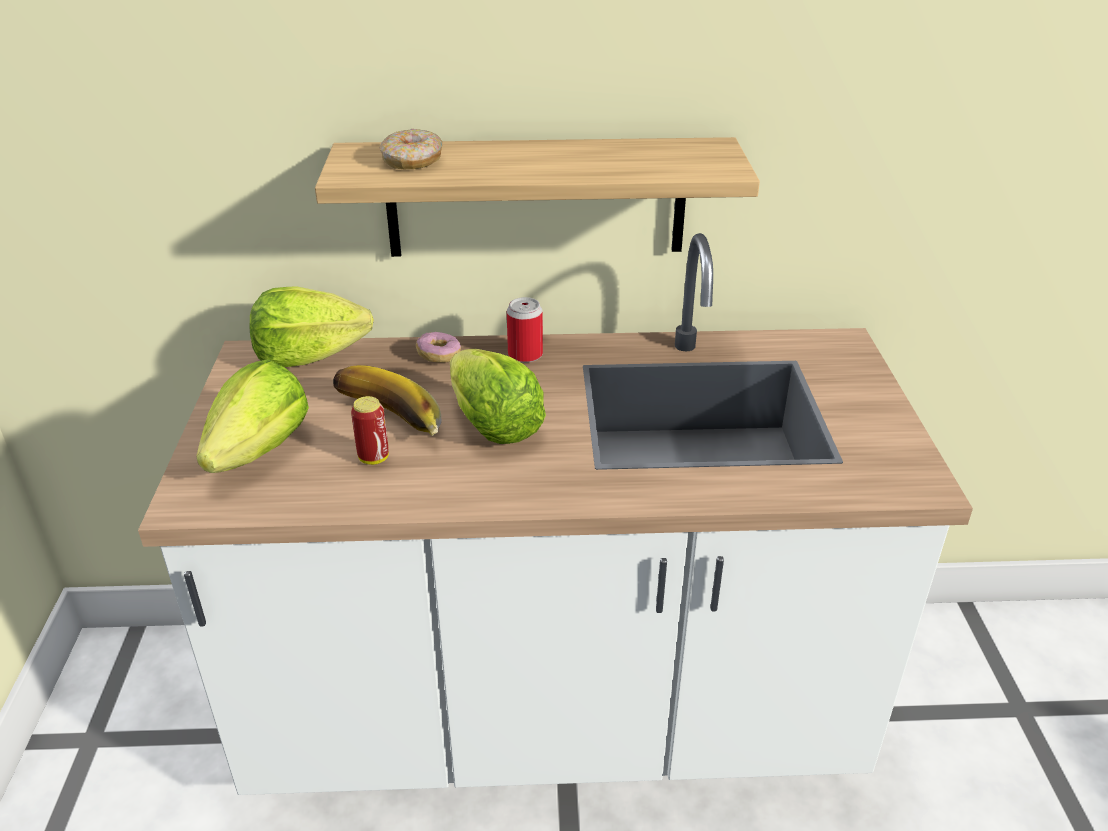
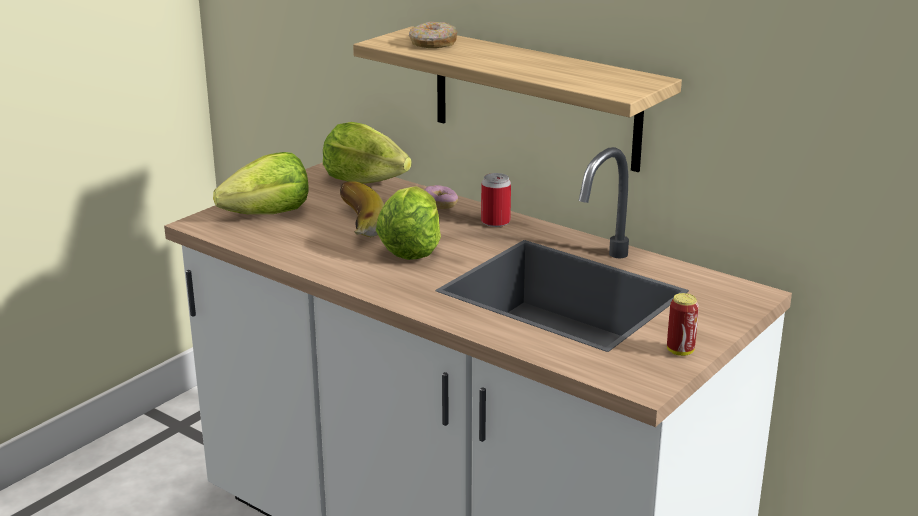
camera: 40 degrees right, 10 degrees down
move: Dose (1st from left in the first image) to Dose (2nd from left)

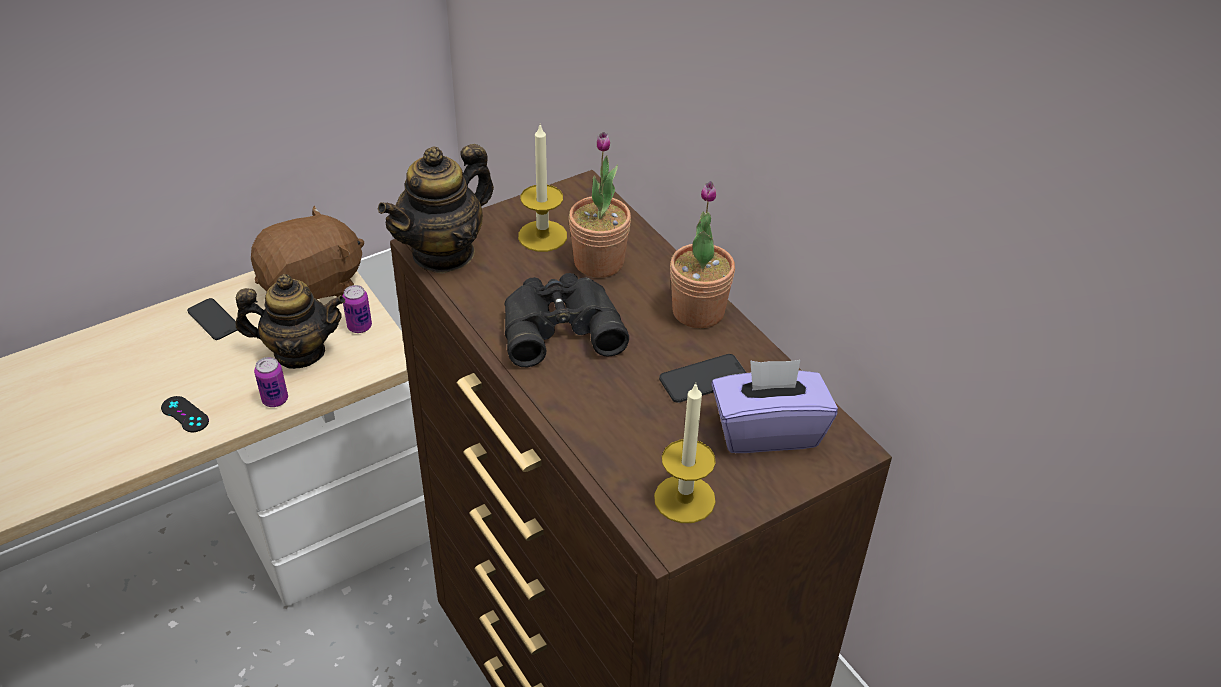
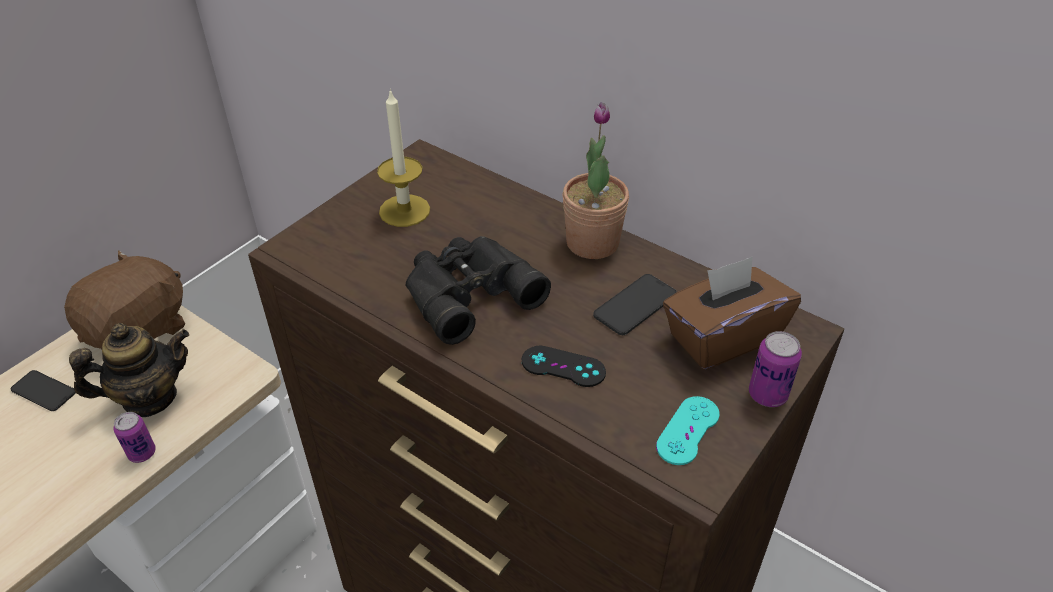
camera: 20 degrees left, 0 degrees up
delete: Topfpflanze (1st from left); Teekanne (2nd from left)
move: Dose (2nd from left); Gamepad (schwarz)
replace: Kerze (2nd from left) to Gamepad (türkis)
recolor: Taschentuchbox (lila) to Taschentuchbox (braun)

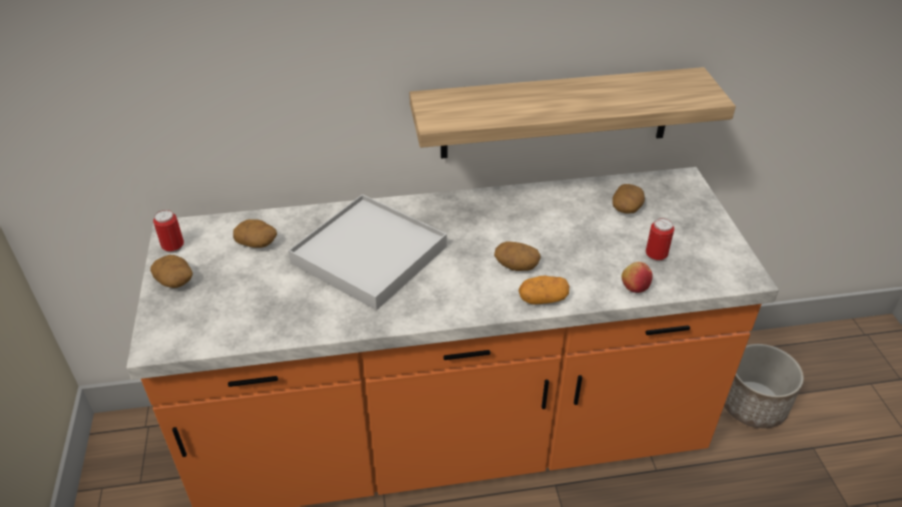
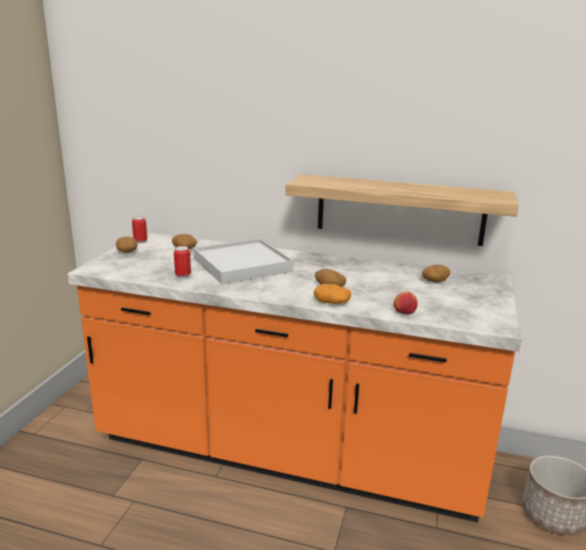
camera: 25 degrees right, 20 degrees down
move: Dose (2nd from left)

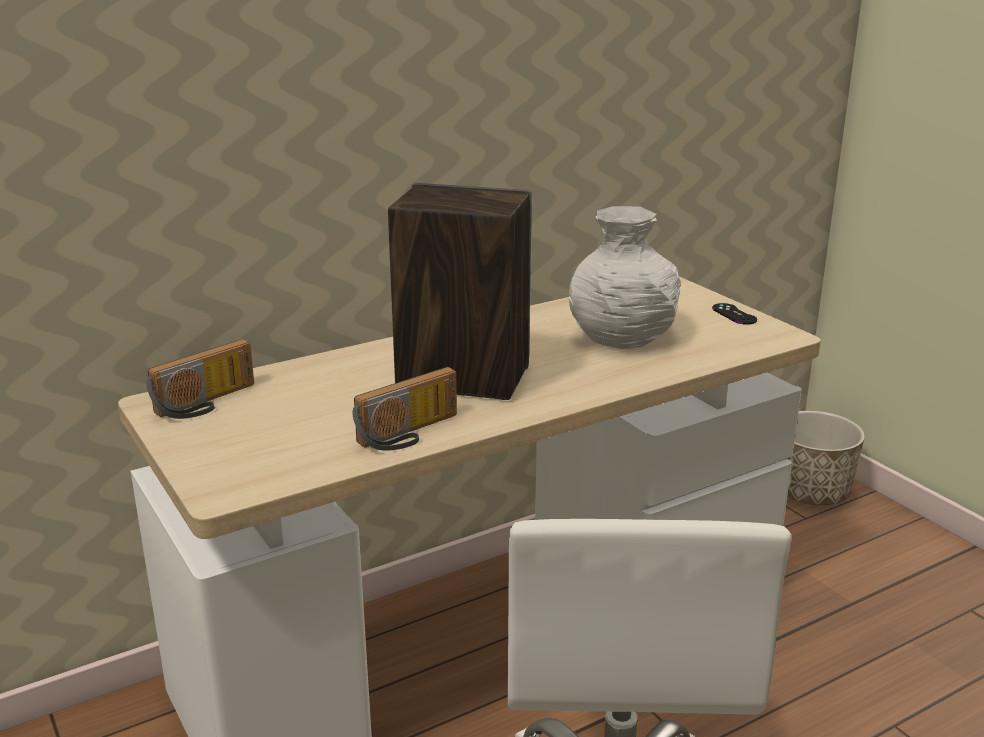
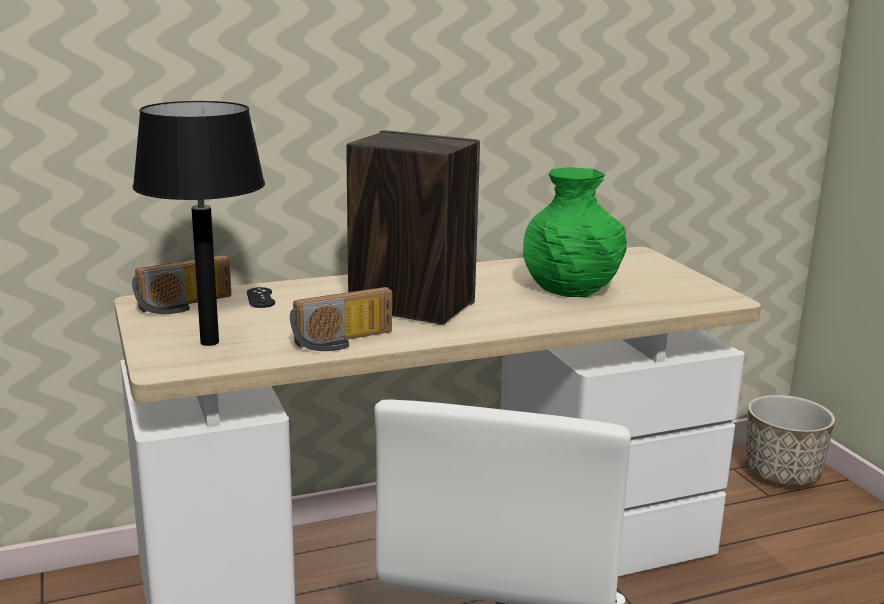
camera: 10 degrees right, 5 degrees down
insert: Tischlampe (schwarz)
move: Gamepad (schwarz)
recolor: Vase (weiß) to Vase (grün)

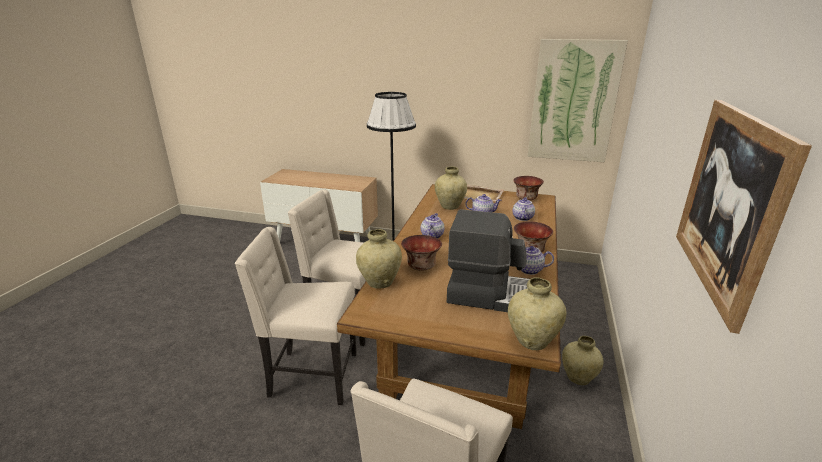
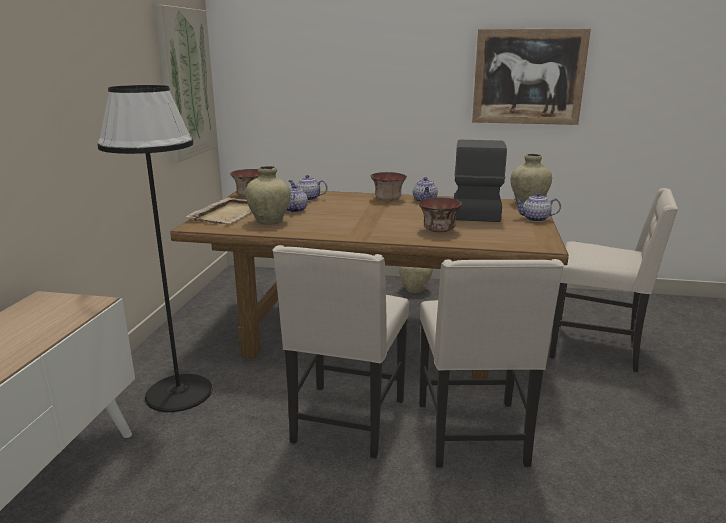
camera: 95 degrees left, 5 degrees down
delete: Vase (beige) (1st from left)
move: Teekanne (1st from left in the first image) to Teekanne (4th from left)

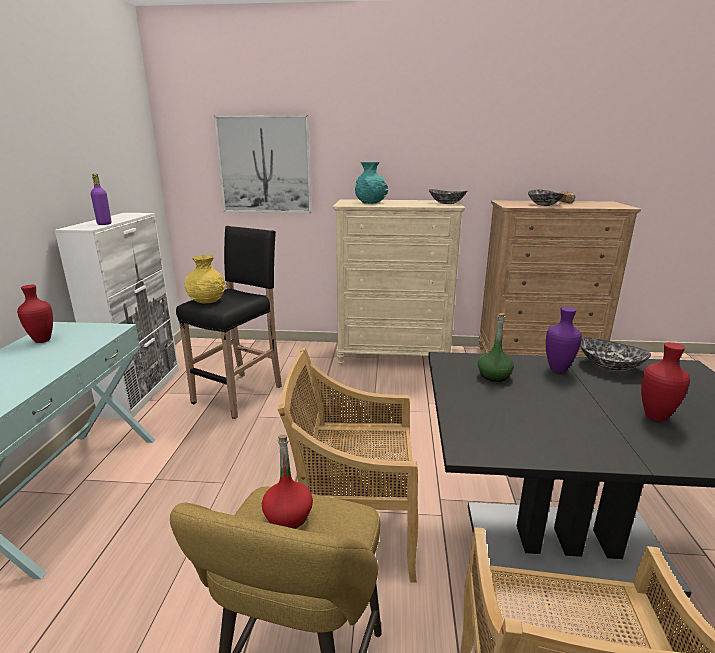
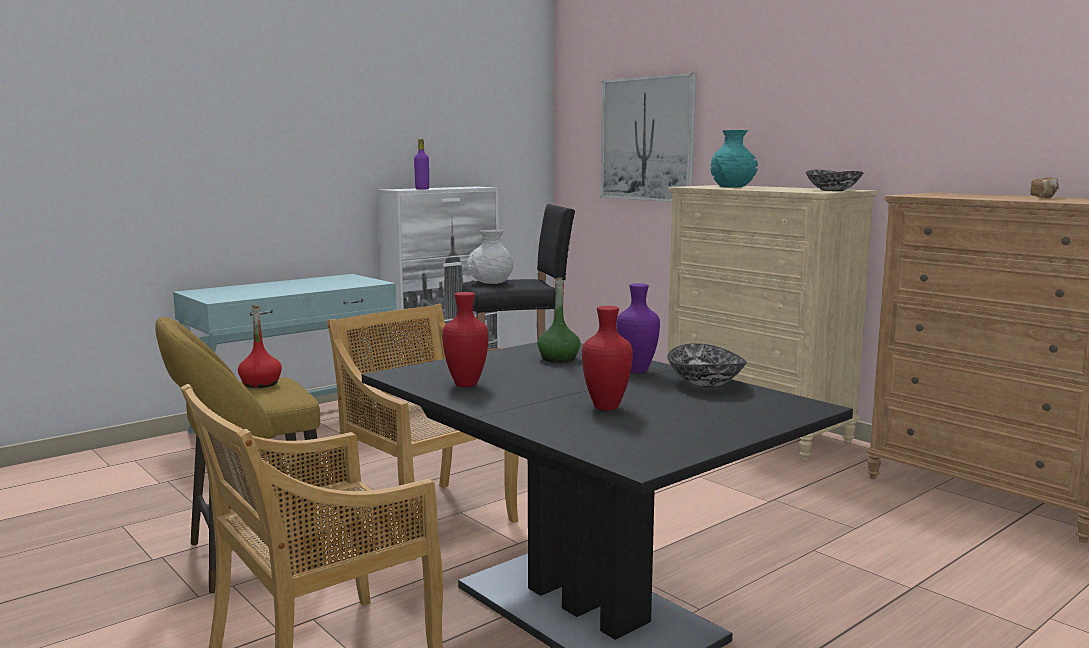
camera: 45 degrees right, 10 degrees down
delete: Schüssel (2nd from left)
move: Vase (rot) (1st from left)
recolor: Vase (gelb) to Vase (weiß)

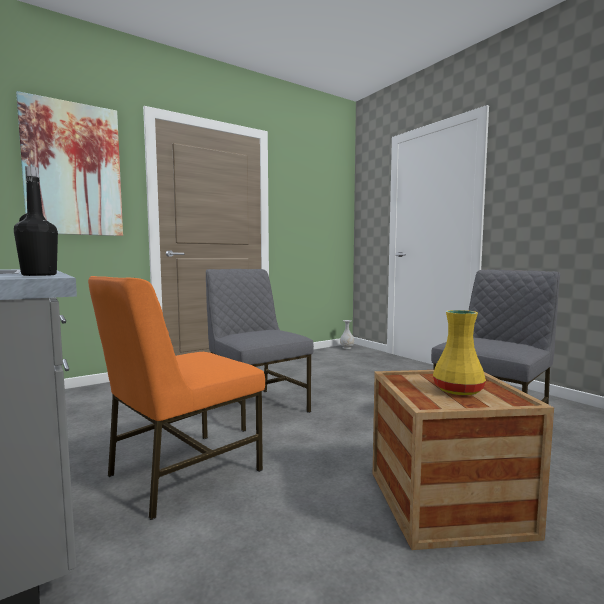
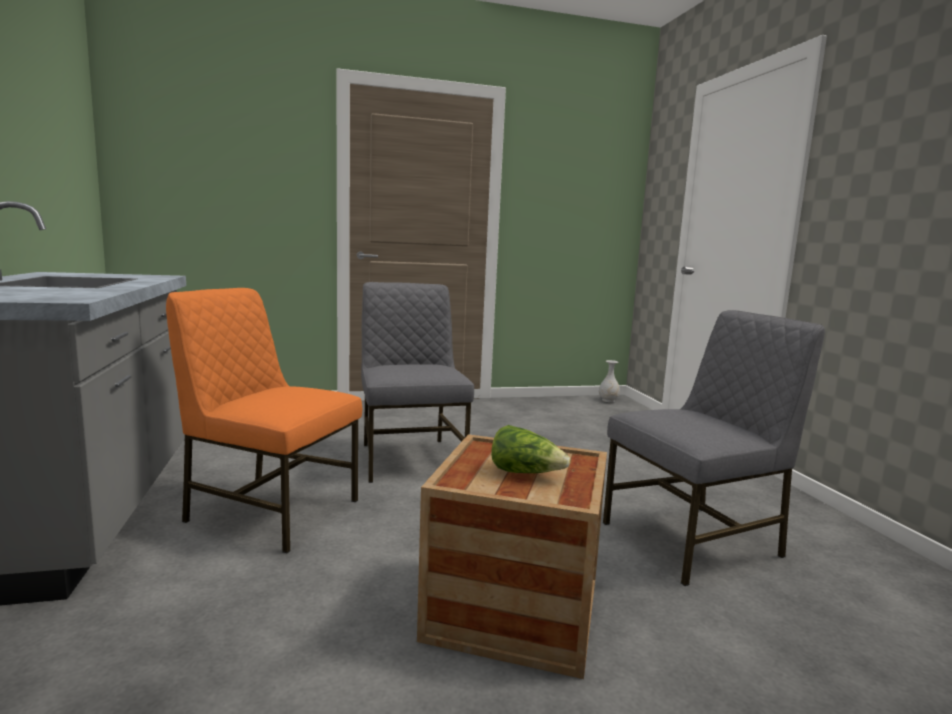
camera: 20 degrees right, 5 degrees up
delete: Bild; Flasche (schwarz)
replace: Vase (gelb) to Salatkopf
rotate: Stuhl (orange) 45 degrees clockwise

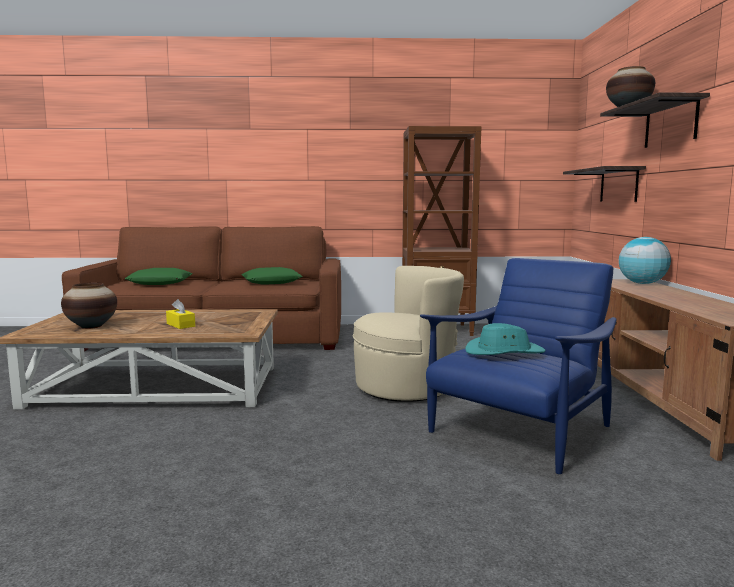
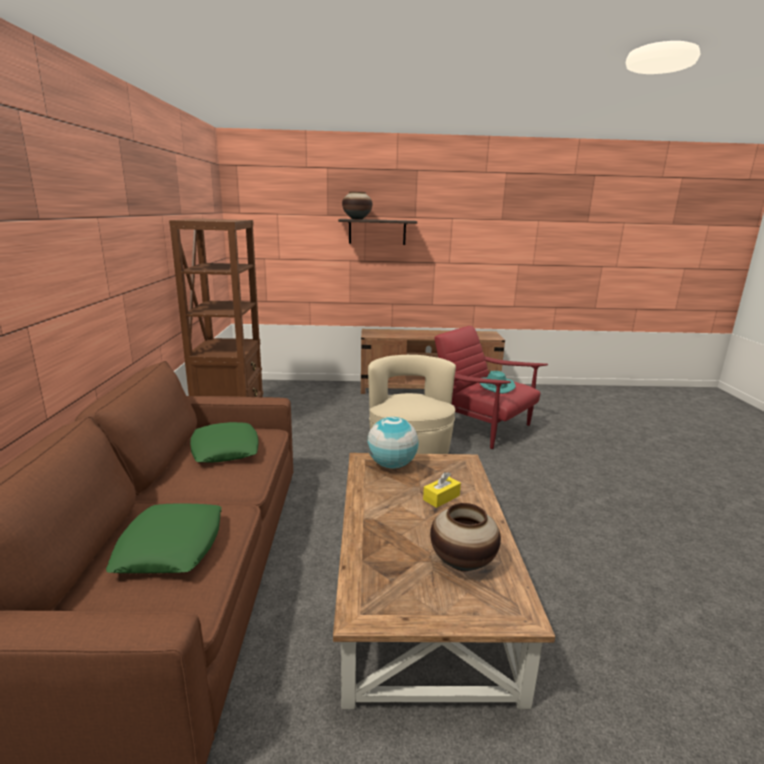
camera: 90 degrees left, 10 degrees up
delete: Wandregal (1st from left)
move: Globus
recolor: Sessel (blau) to Sessel (rot)

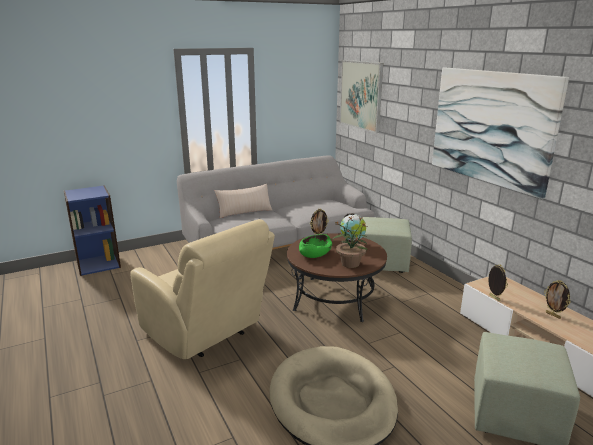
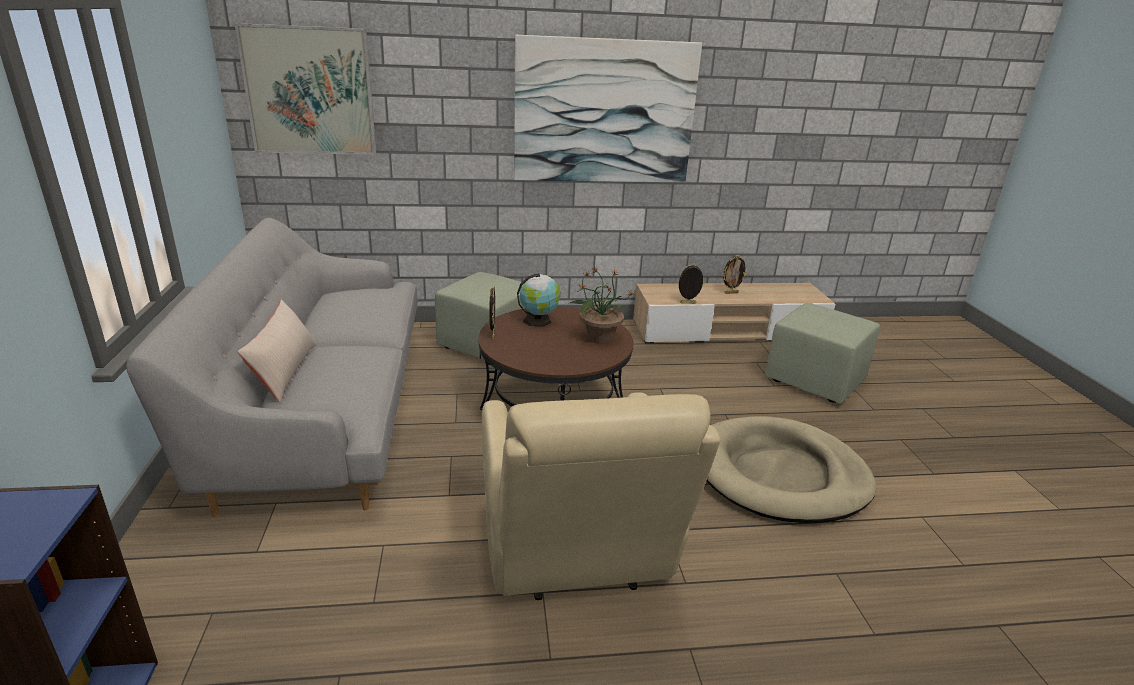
camera: 70 degrees left, 5 degrees up
delete: Schüssel (grün)
rotate: Sessel (beige) 105 degrees clockwise

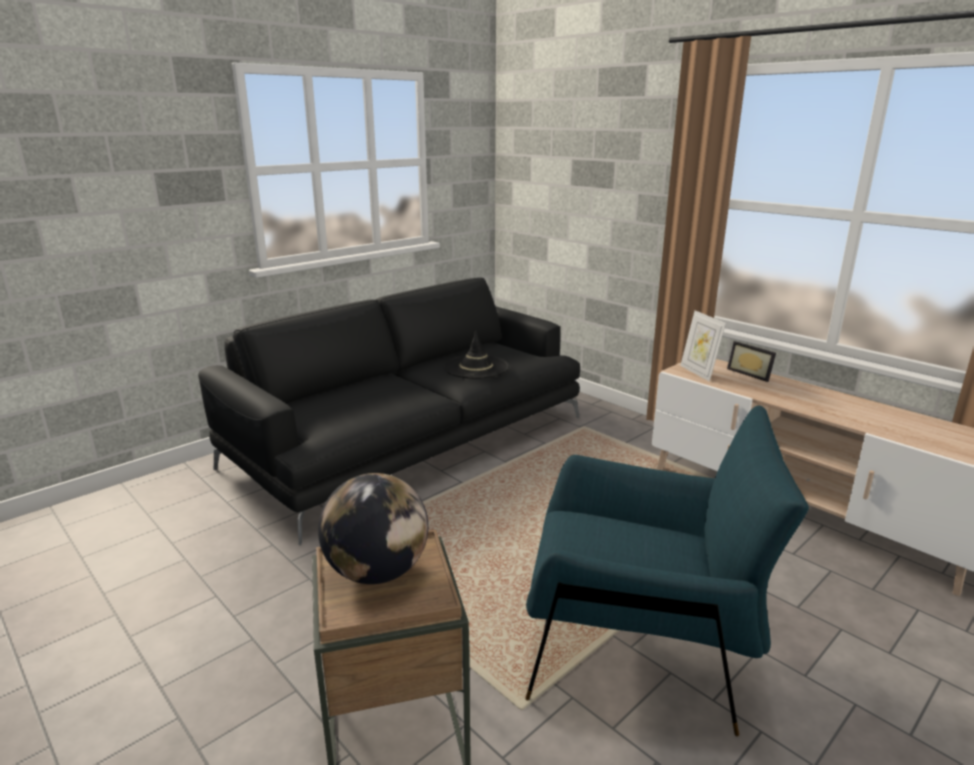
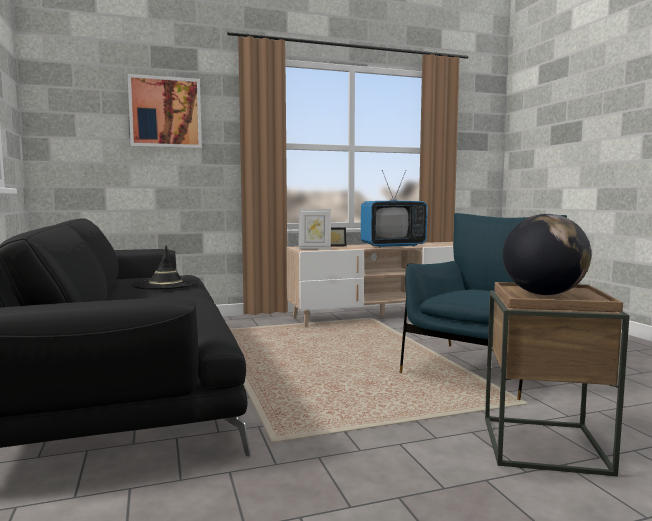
camera: 65 degrees left, 15 degrees down
insert: Bild; Fernseher

